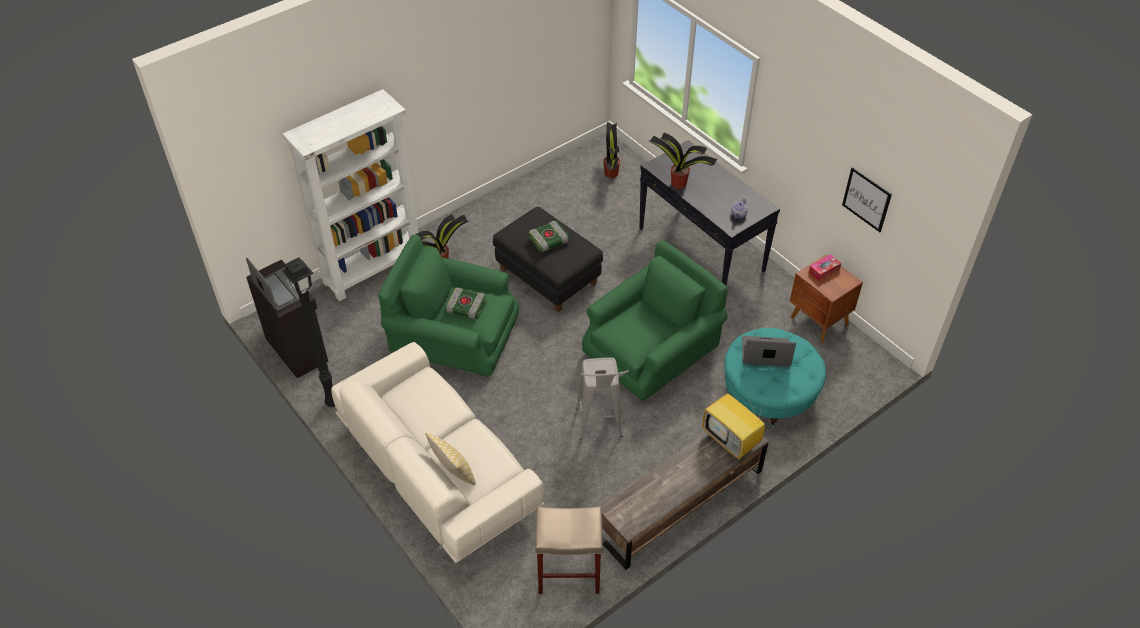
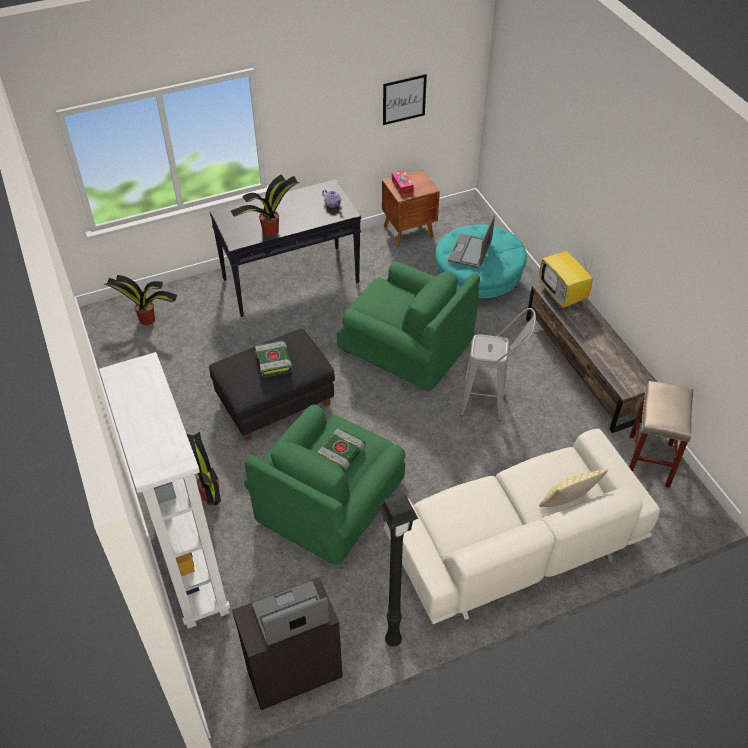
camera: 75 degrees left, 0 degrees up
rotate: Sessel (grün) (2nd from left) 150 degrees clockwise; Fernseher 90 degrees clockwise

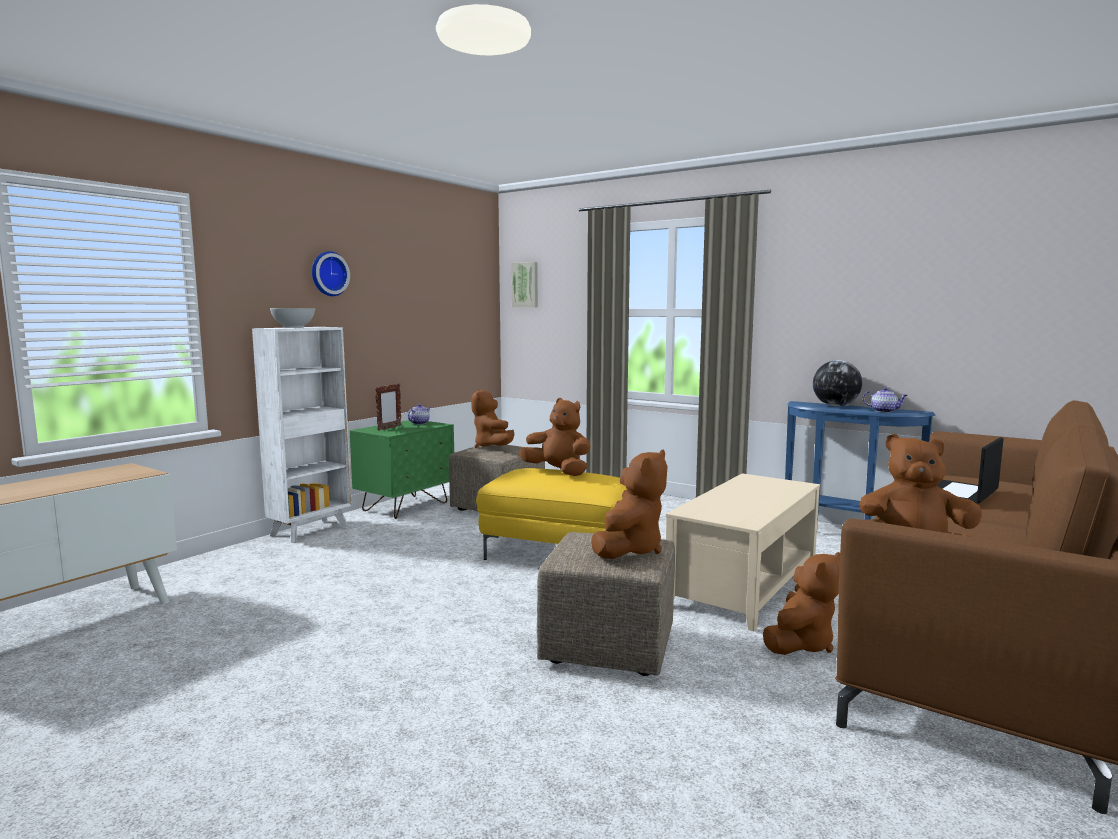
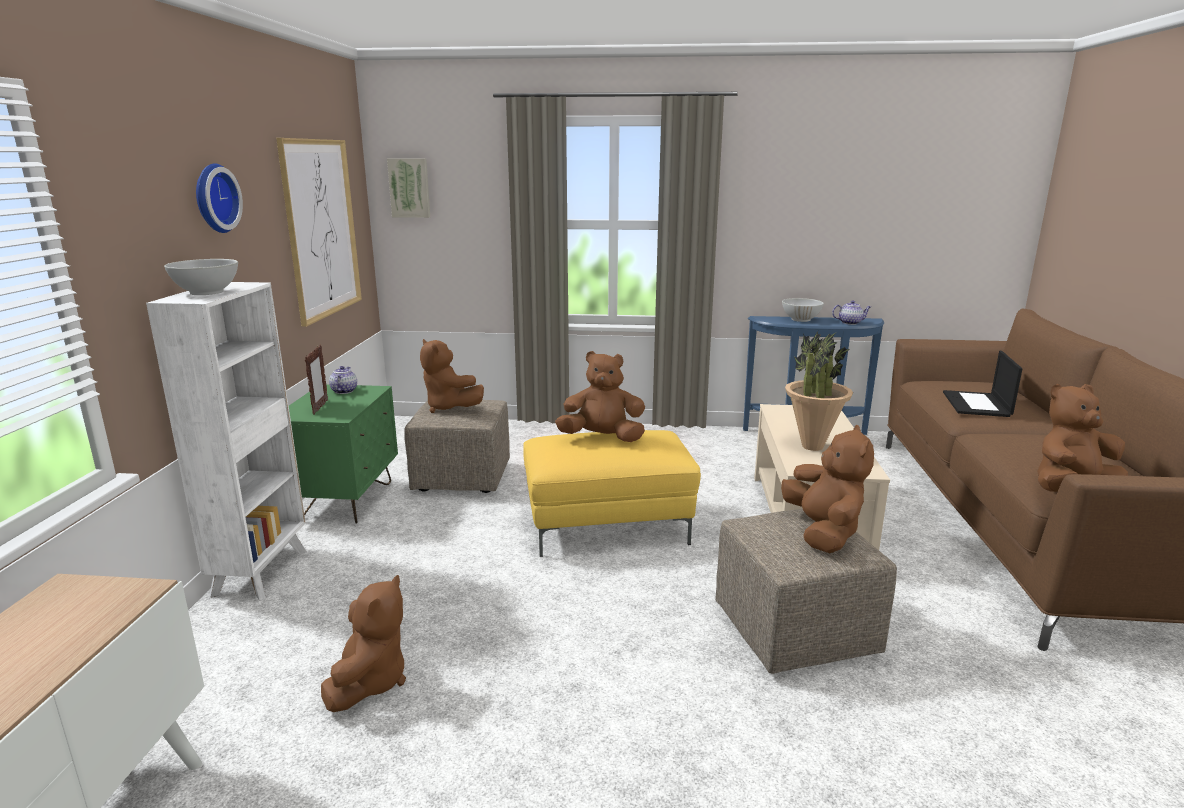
camera: 30 degrees left, 10 degrees up
insert: Bild (1st from left); Topfpflanze
move: Plüschtier (braun) (4th from left in the first image) to Plüschtier (braun) (1st from left)
replace: Globus to Schüssel (weiß) (2nd from left)

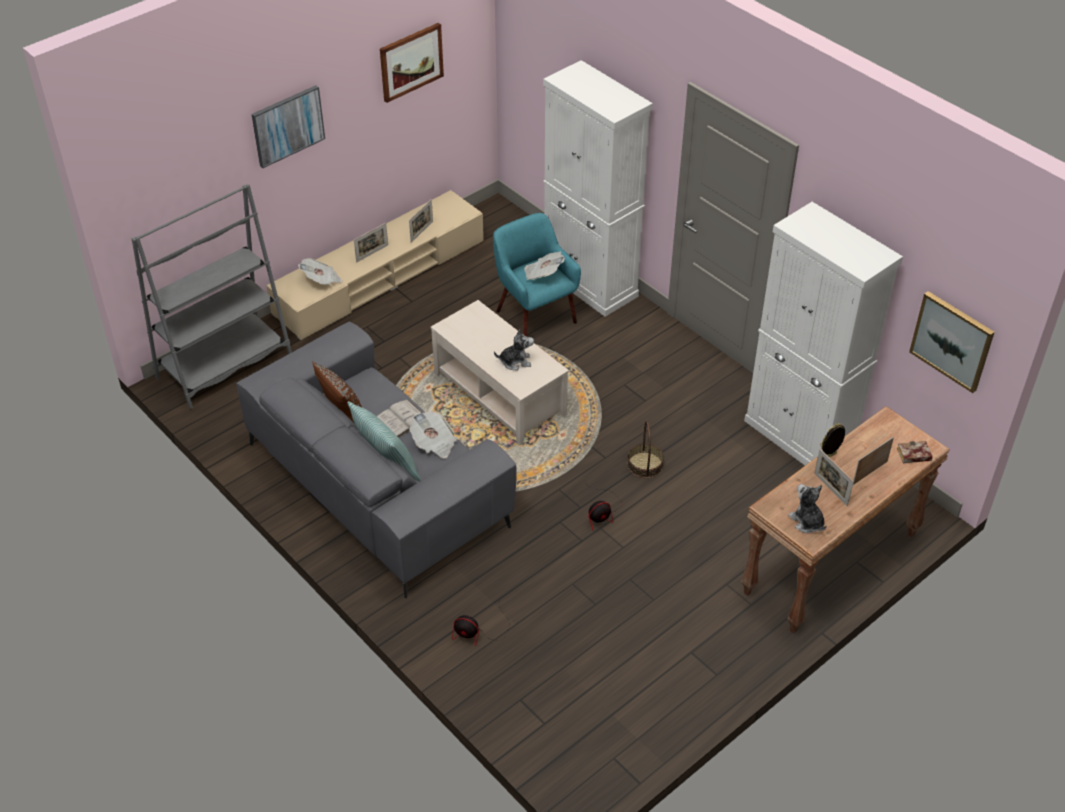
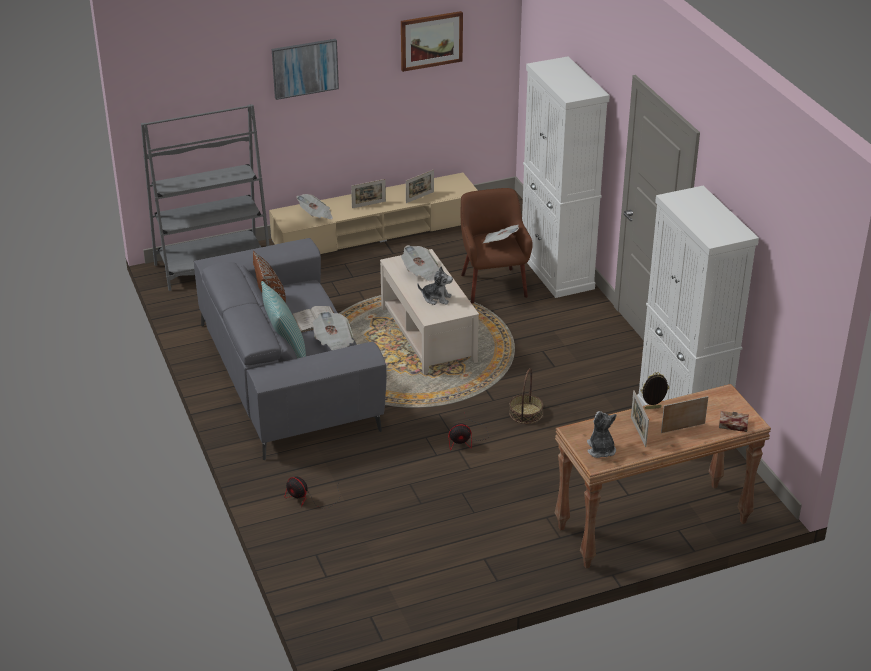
camera: 20 degrees right, 10 degrees down
delete: Bild (3rd from left)
insert: Zeitung (3rd from left)
recolor: Sessel (türkis) to Sessel (braun)

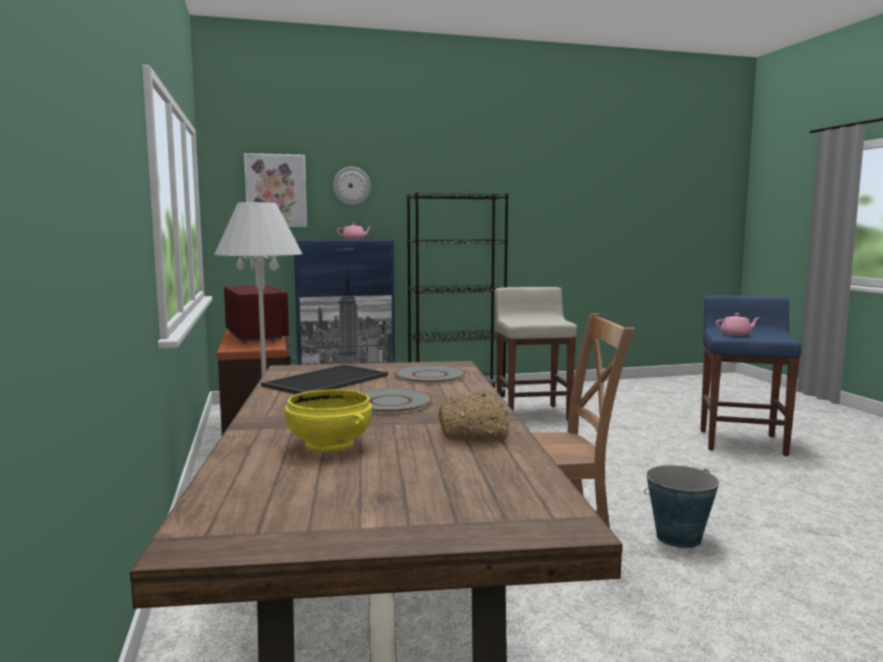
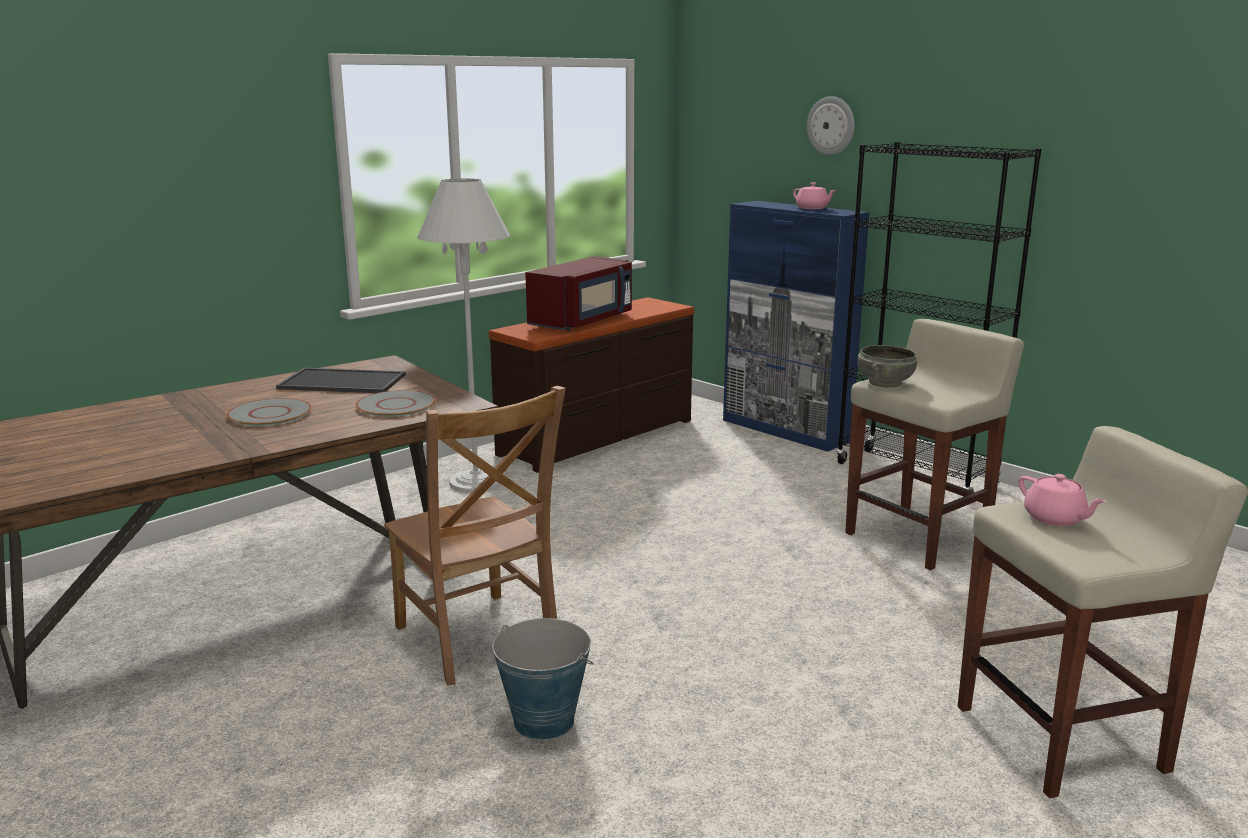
camera: 60 degrees right, 10 degrees up
delete: Bild; Schüssel (gelb); Brot
insert: Schüssel (grau)
recolor: Hocker (blau) to Hocker (beige) (2nd from left)

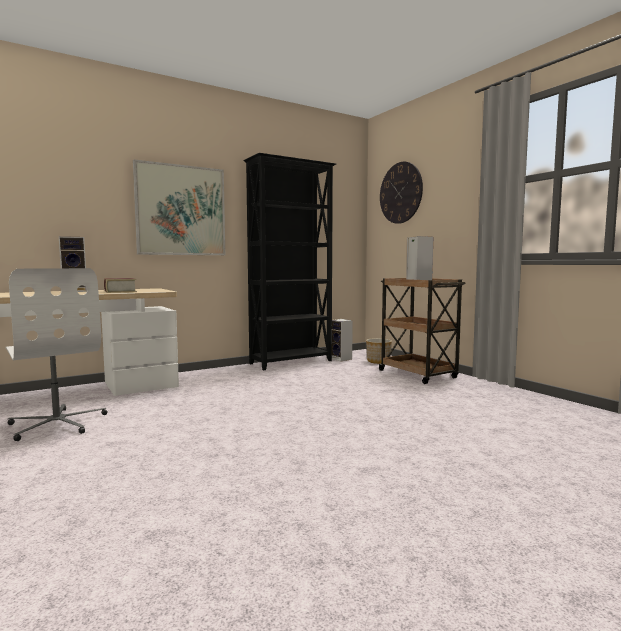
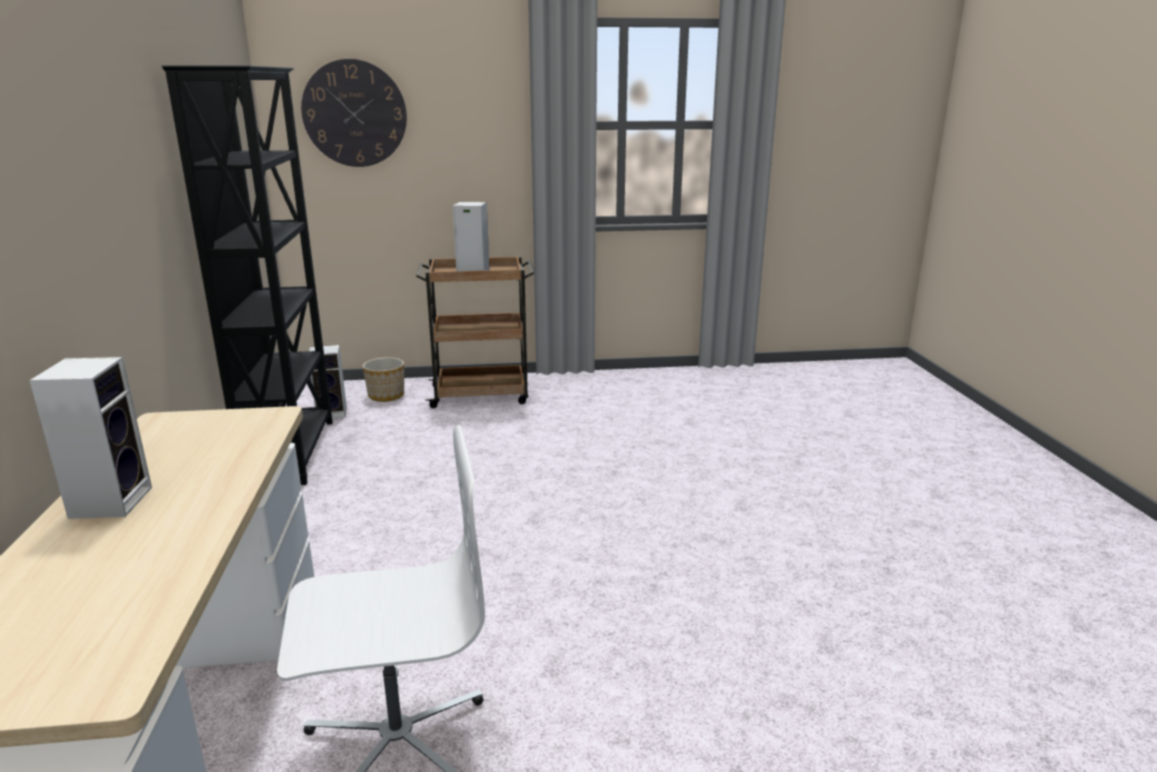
camera: 65 degrees left, 15 degrees up
delete: Bild; Buch

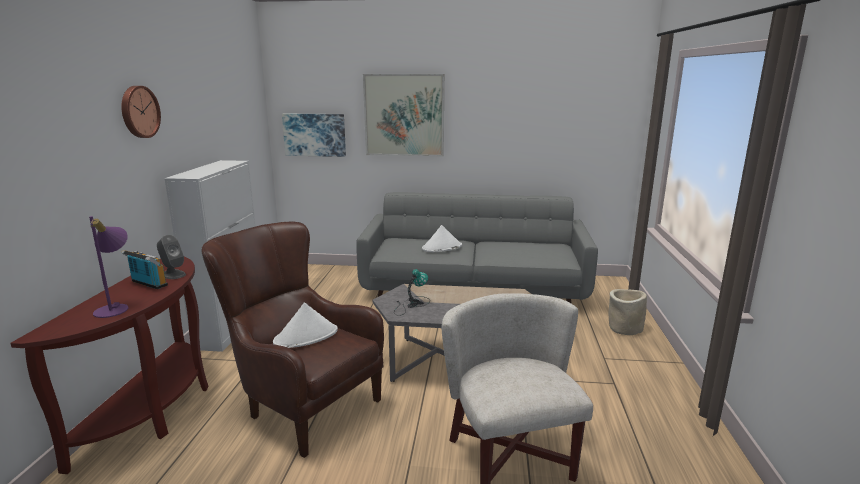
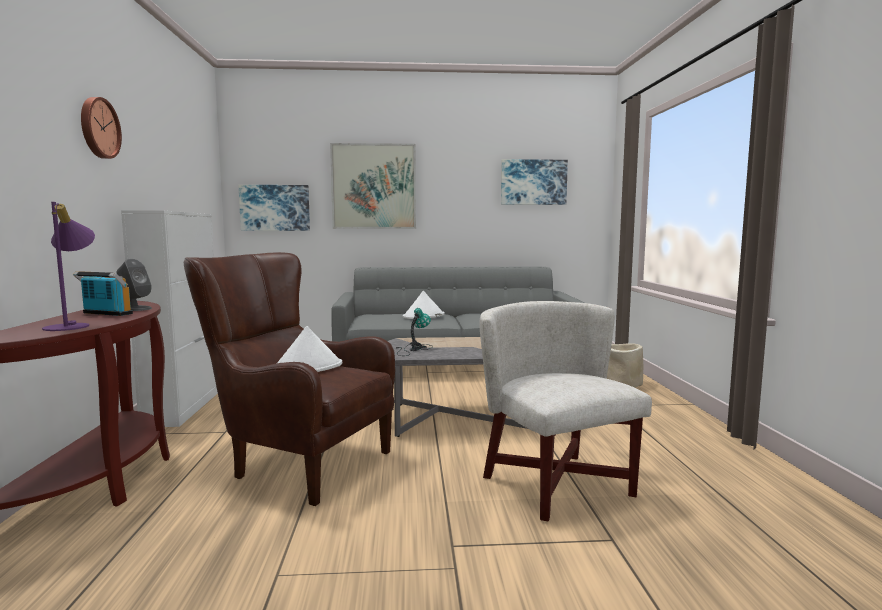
camera: 10 degrees left, 10 degrees down
insert: Bild (3rd from left)

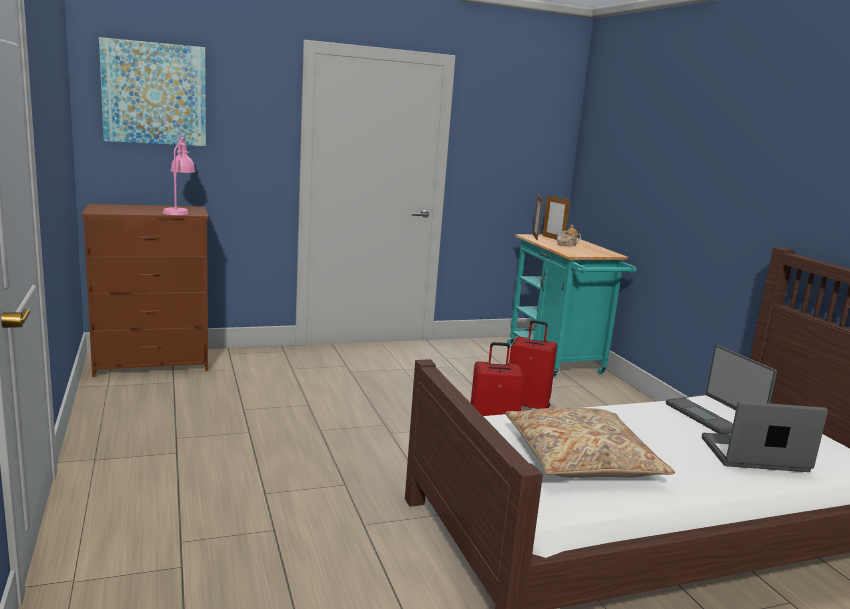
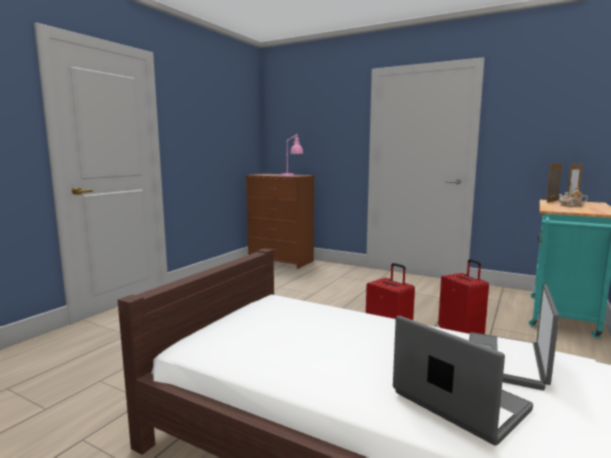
camera: 50 degrees right, 5 degrees down
delete: Bild; Kissen (beige)

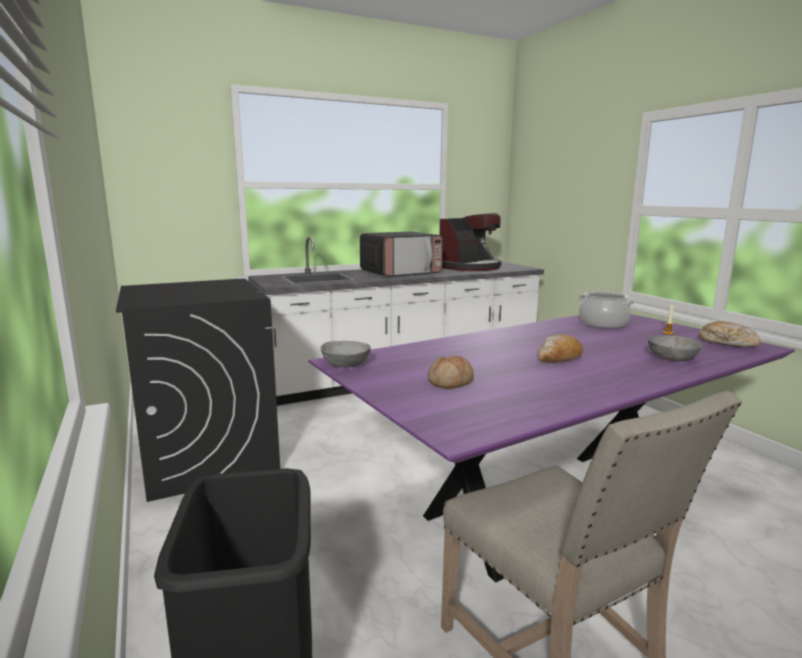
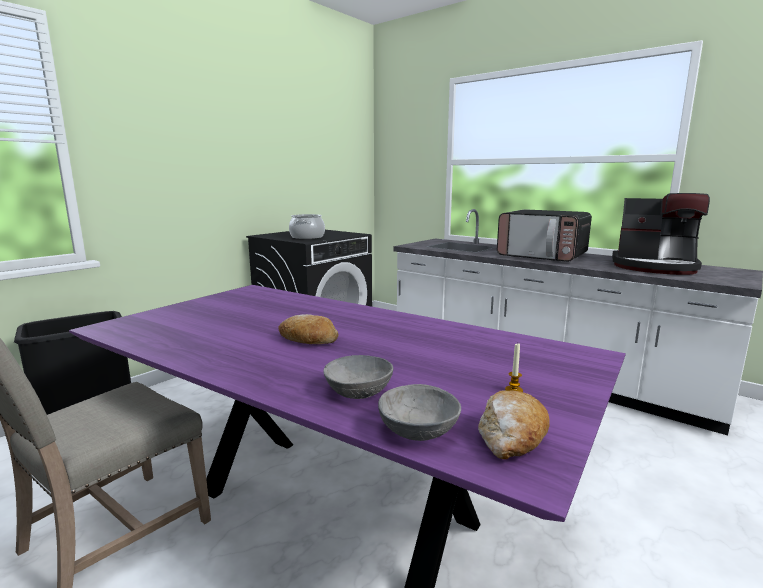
camera: 65 degrees right, 0 degrees up
delete: Brot (1st from left)
move: Kochtopf; Schüssel (grau) (1st from left in the first image) to Schüssel (grau) (2nd from left)

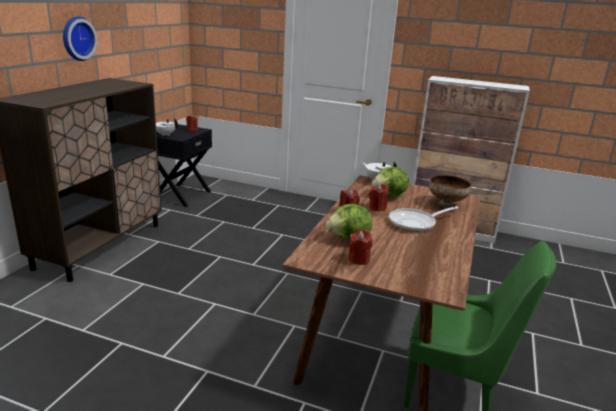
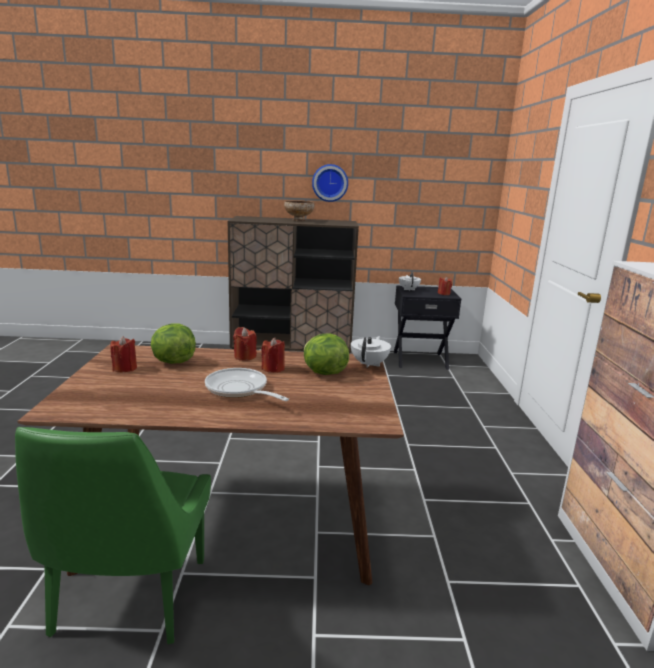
camera: 70 degrees right, 5 degrees down
move: Schüssel

